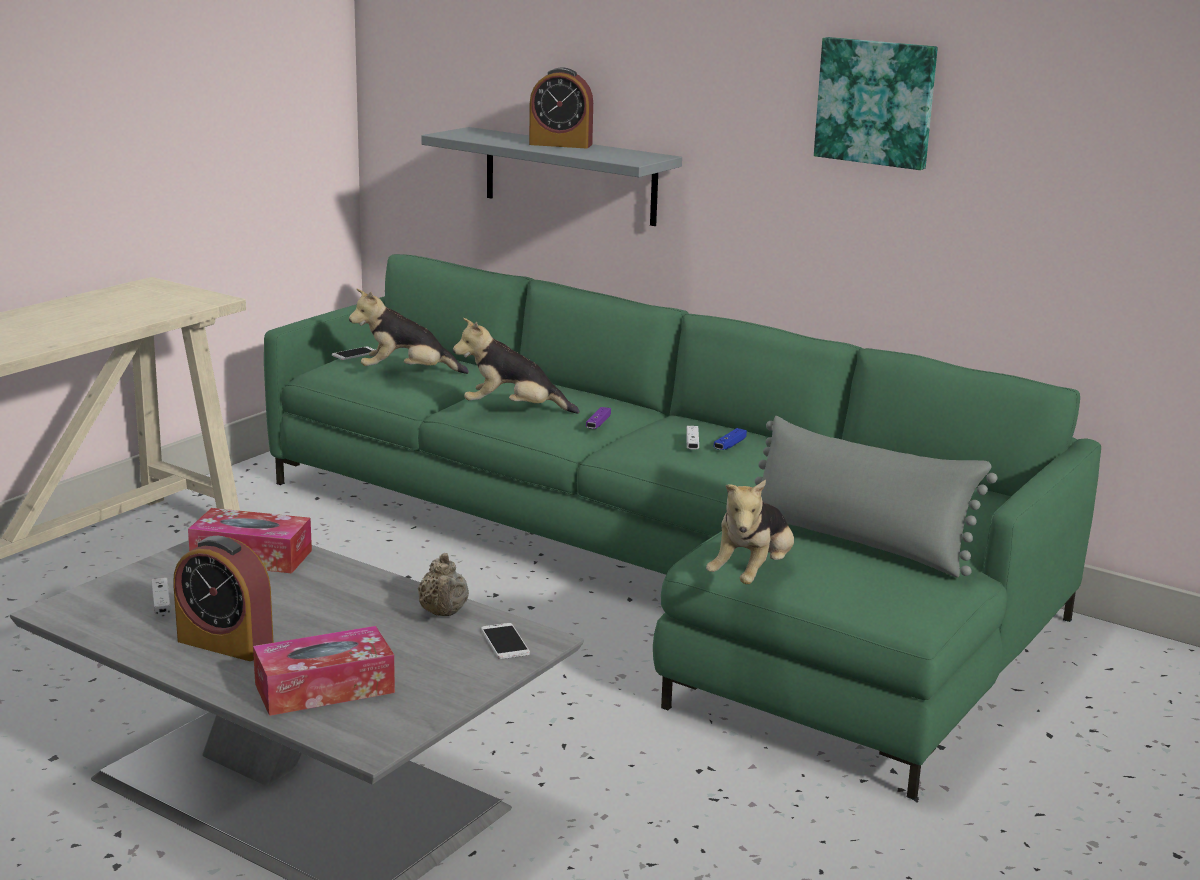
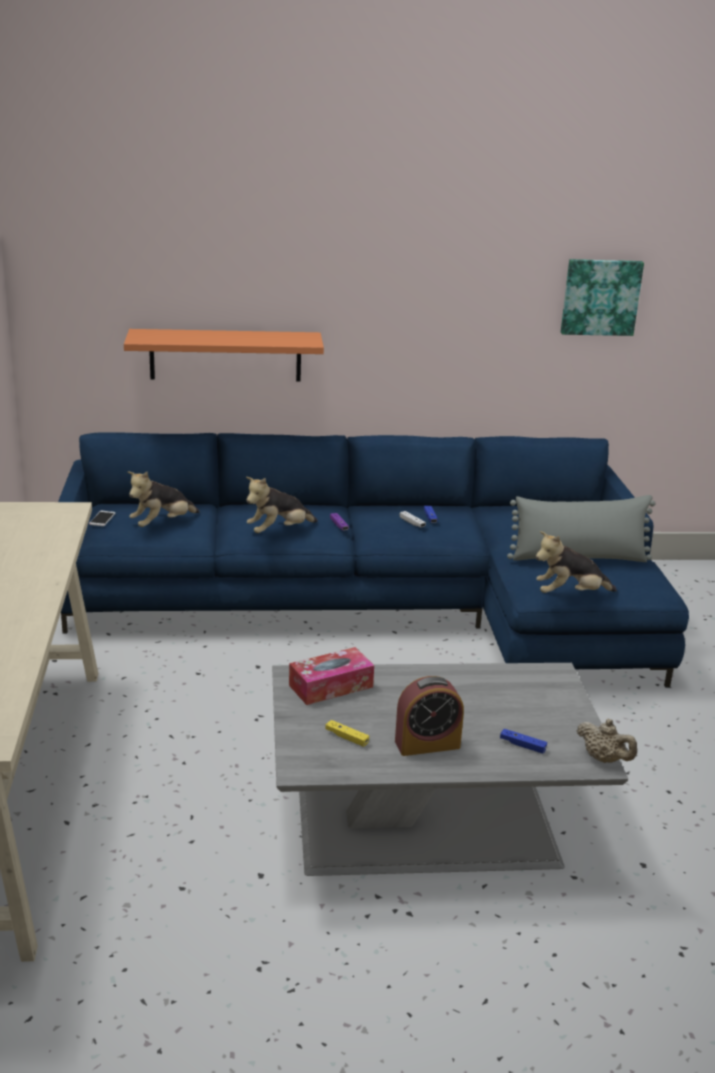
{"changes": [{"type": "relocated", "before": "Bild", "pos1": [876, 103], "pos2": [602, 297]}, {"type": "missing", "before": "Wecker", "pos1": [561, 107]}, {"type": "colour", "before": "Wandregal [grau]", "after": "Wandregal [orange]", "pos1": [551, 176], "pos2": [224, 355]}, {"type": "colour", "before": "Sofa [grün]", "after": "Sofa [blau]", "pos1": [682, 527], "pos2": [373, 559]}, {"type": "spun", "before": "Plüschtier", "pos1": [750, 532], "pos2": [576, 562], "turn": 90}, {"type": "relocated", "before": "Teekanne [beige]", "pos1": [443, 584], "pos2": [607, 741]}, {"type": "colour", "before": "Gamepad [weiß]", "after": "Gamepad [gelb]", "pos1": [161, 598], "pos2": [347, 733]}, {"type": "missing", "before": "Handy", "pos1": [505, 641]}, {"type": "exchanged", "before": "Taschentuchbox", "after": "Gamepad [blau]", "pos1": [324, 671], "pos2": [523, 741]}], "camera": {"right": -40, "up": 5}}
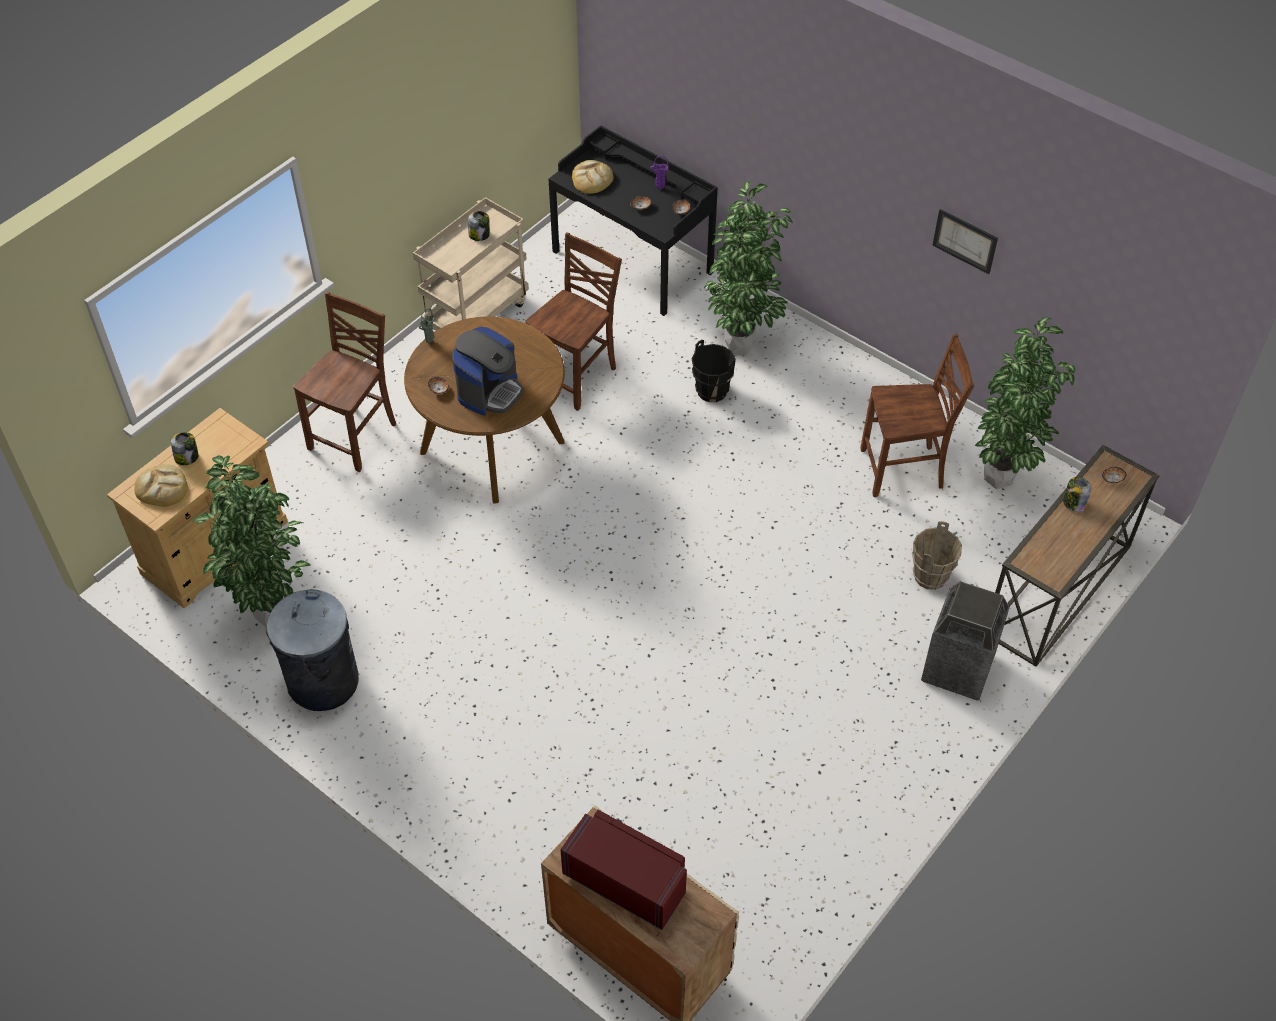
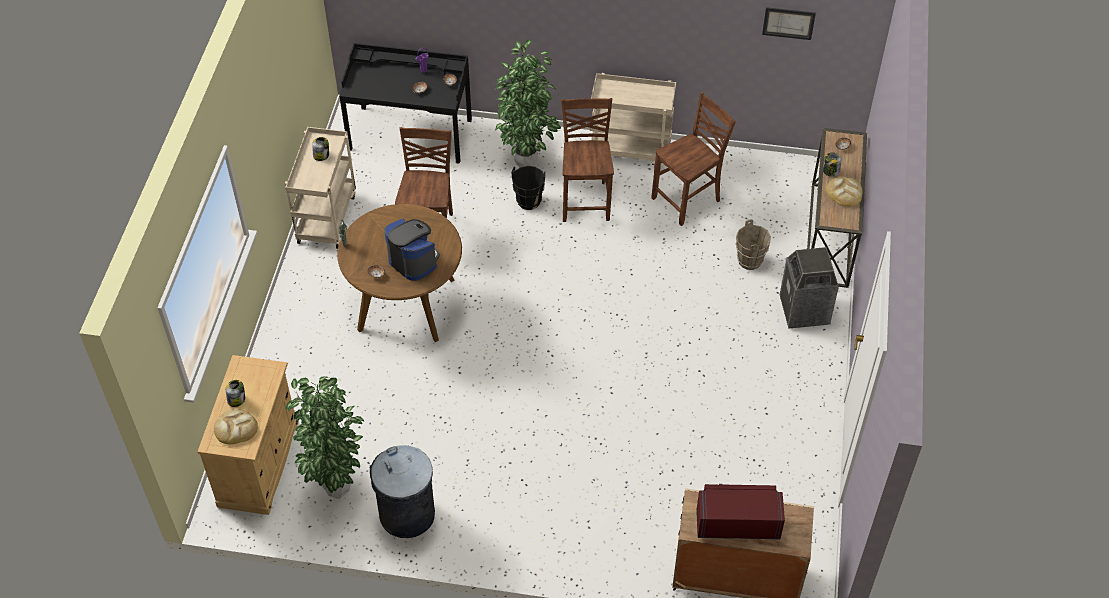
{"changes": [{"type": "relocated", "before": "Brot", "pos1": [592, 177], "pos2": [844, 192]}, {"type": "relocated", "before": "Bild", "pos1": [965, 241], "pos2": [789, 23]}, {"type": "relocated", "before": "Stuhl [braun]", "pos1": [344, 382], "pos2": [587, 160]}, {"type": "missing", "before": "Topfpflanze", "pos1": [1025, 403]}, {"type": "spun", "before": "Kaffeemaschine", "pos1": [488, 371], "pos2": [412, 249], "turn": -45}, {"type": "appeared", "after": "Rollwagen [beige]", "pos2": [633, 120]}], "camera": {"right": -30, "up": 0}}
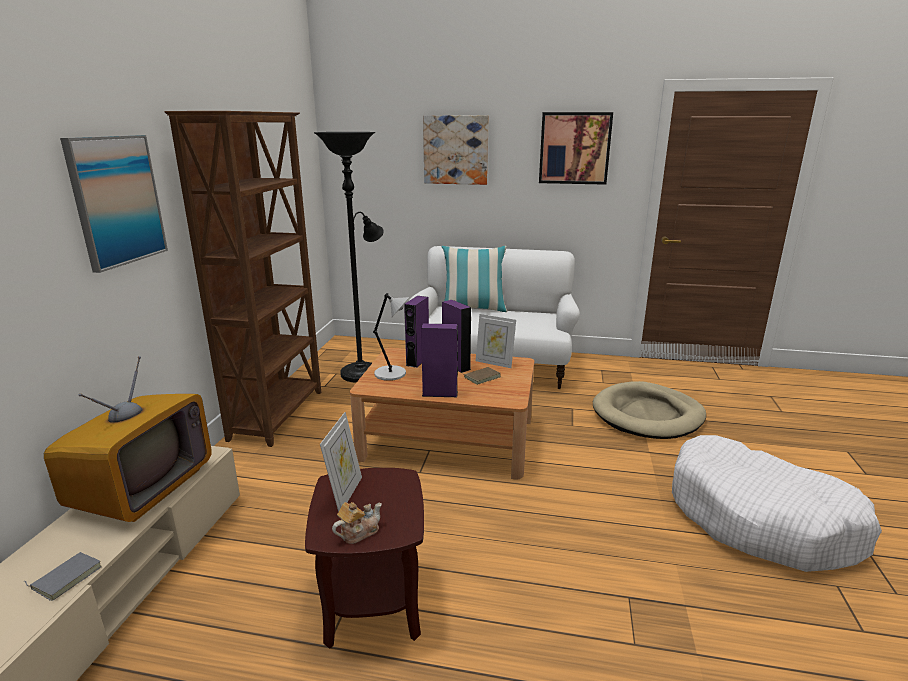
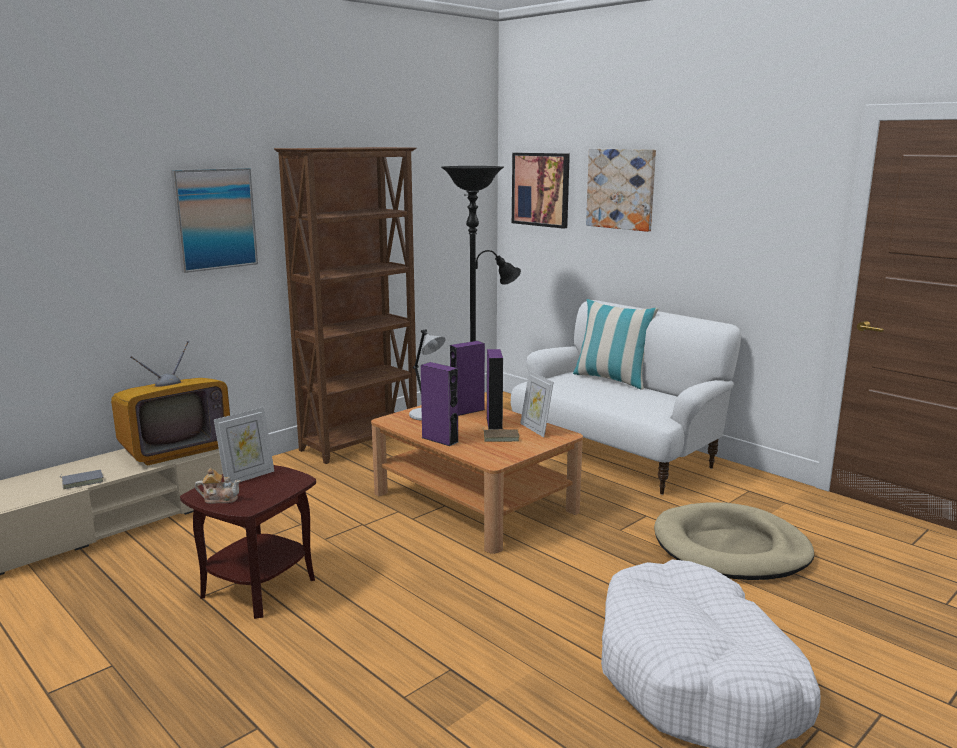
{"changes": [{"type": "relocated", "before": "Bild", "pos1": [576, 148], "pos2": [541, 191]}], "camera": {"right": 35, "up": -5}}
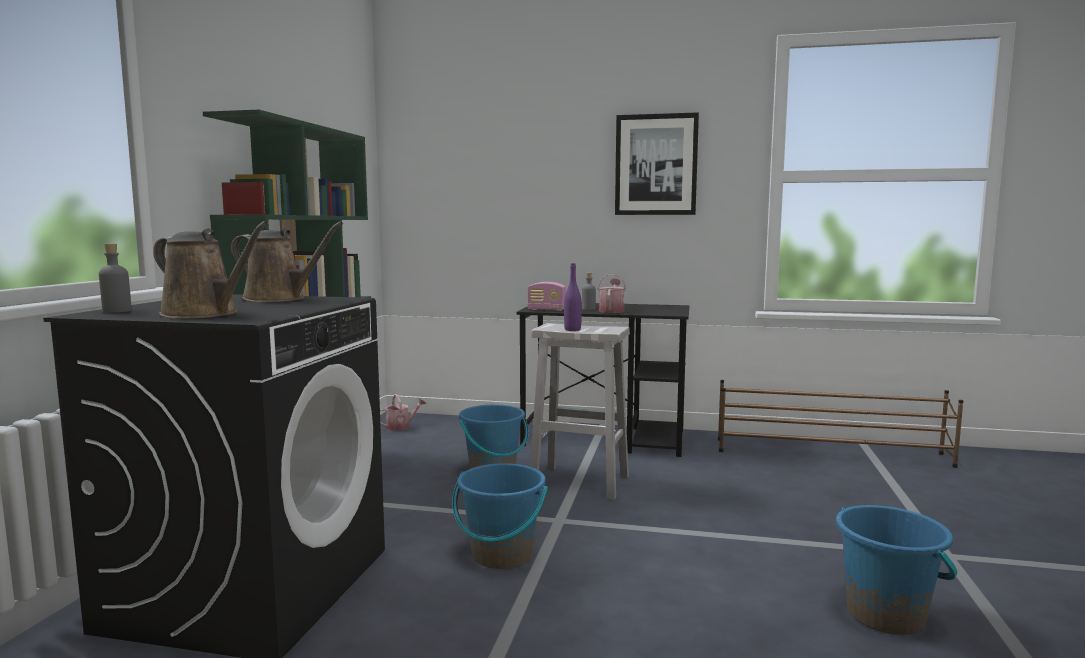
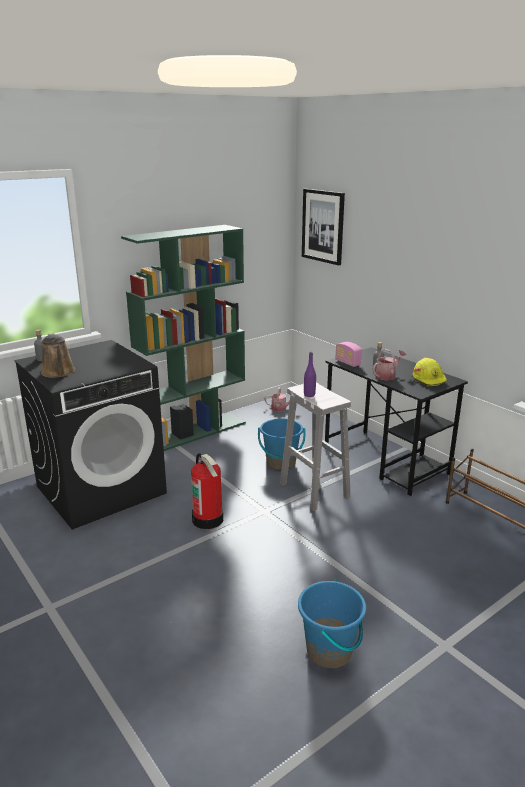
{"changes": [{"type": "relocated", "before": "Bild", "pos1": [657, 163], "pos2": [323, 227]}, {"type": "missing", "before": "Gießkanne [braun]", "pos1": [287, 261]}, {"type": "exchanged", "before": "Eimer [blau]", "after": "Feuerlöscher", "pos1": [500, 516], "pos2": [207, 491]}, {"type": "appeared", "after": "Schutzhelm [gelb]", "pos2": [430, 372]}], "camera": {"right": 40, "up": 15}}
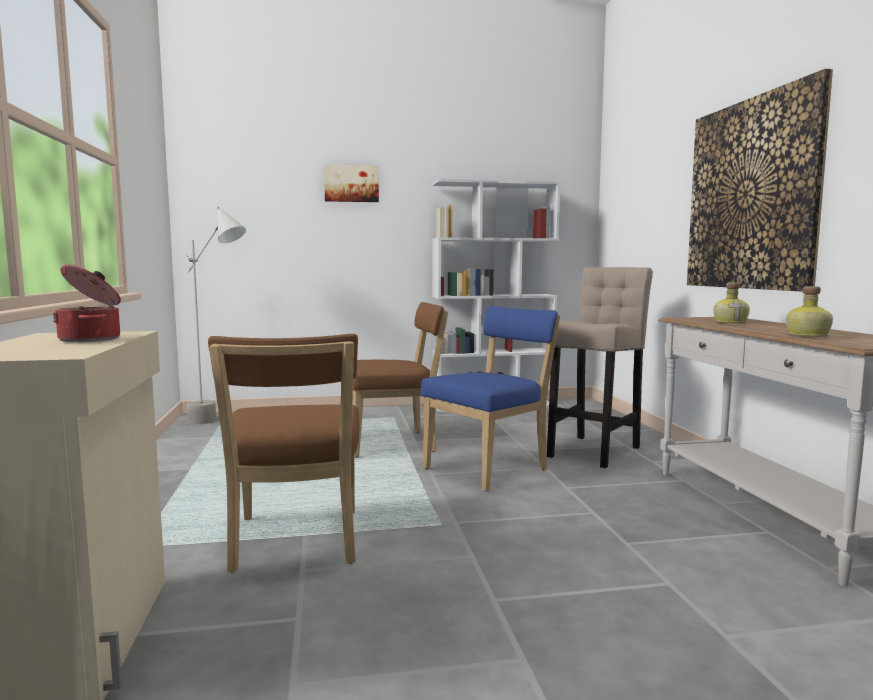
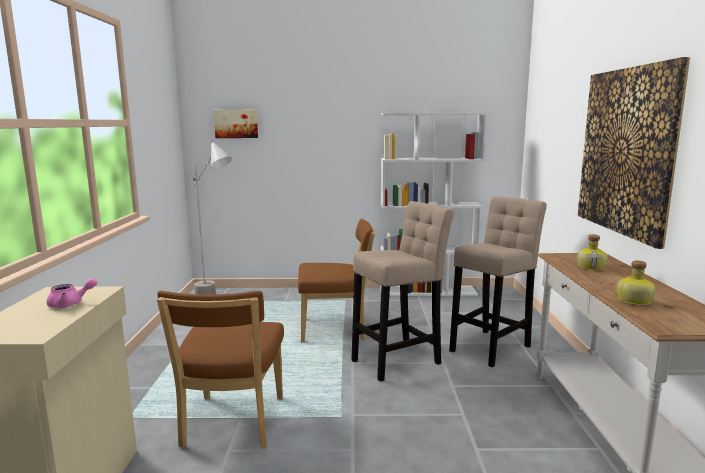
{"changes": [{"type": "relocated", "before": "Bild", "pos1": [351, 183], "pos2": [236, 124]}, {"type": "exchanged", "before": "Kochtopf", "after": "Teekanne [rosa]", "pos1": [87, 303], "pos2": [71, 293]}, {"type": "exchanged", "before": "Stuhl [blau]", "after": "Hocker [beige]", "pos1": [490, 398], "pos2": [402, 291]}], "camera": {"right": 10, "up": 5}}
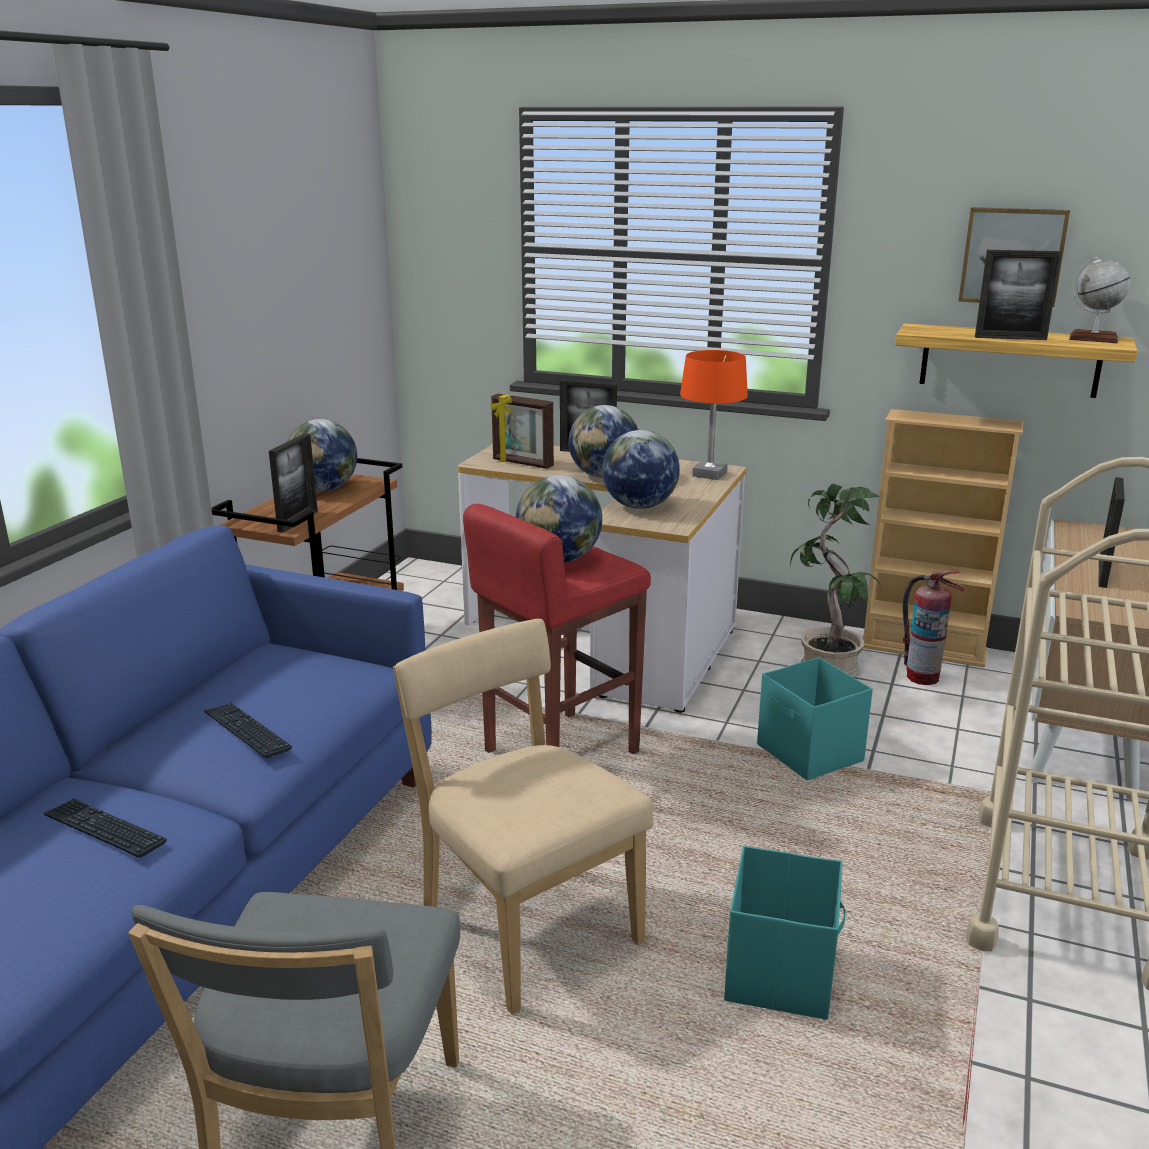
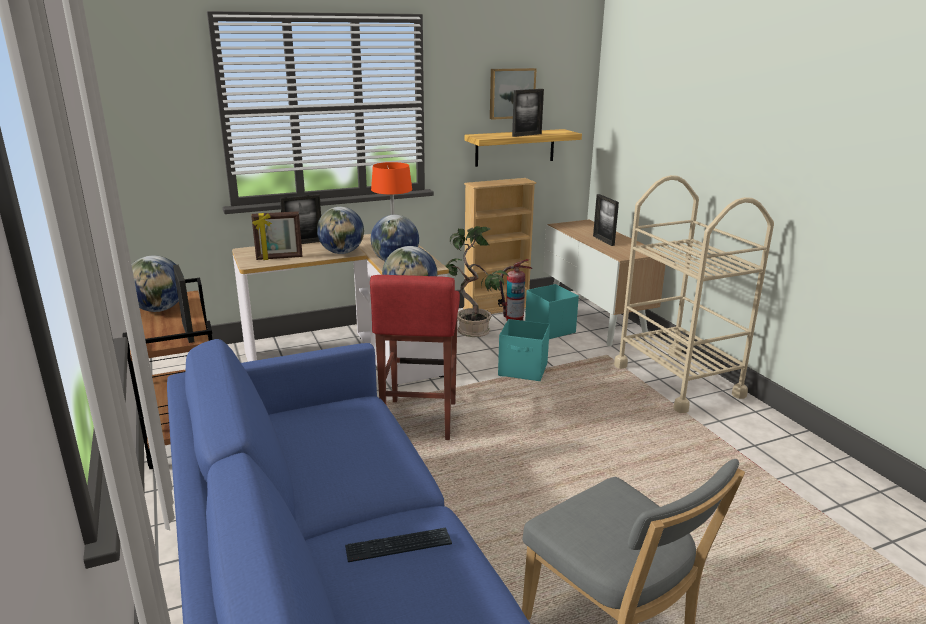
{"changes": [{"type": "missing", "before": "Globus", "pos1": [1100, 299]}, {"type": "missing", "before": "Stuhl [beige]", "pos1": [523, 817]}, {"type": "missing", "before": "Tastatur", "pos1": [248, 730]}, {"type": "relocated", "before": "Aufbewahrungsbox [türkis]", "pos1": [785, 933], "pos2": [552, 311]}], "camera": {"right": -45, "up": 0}}
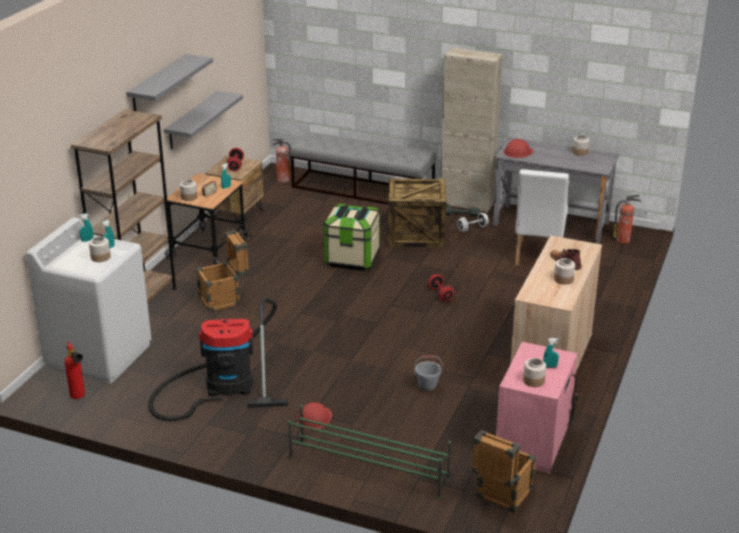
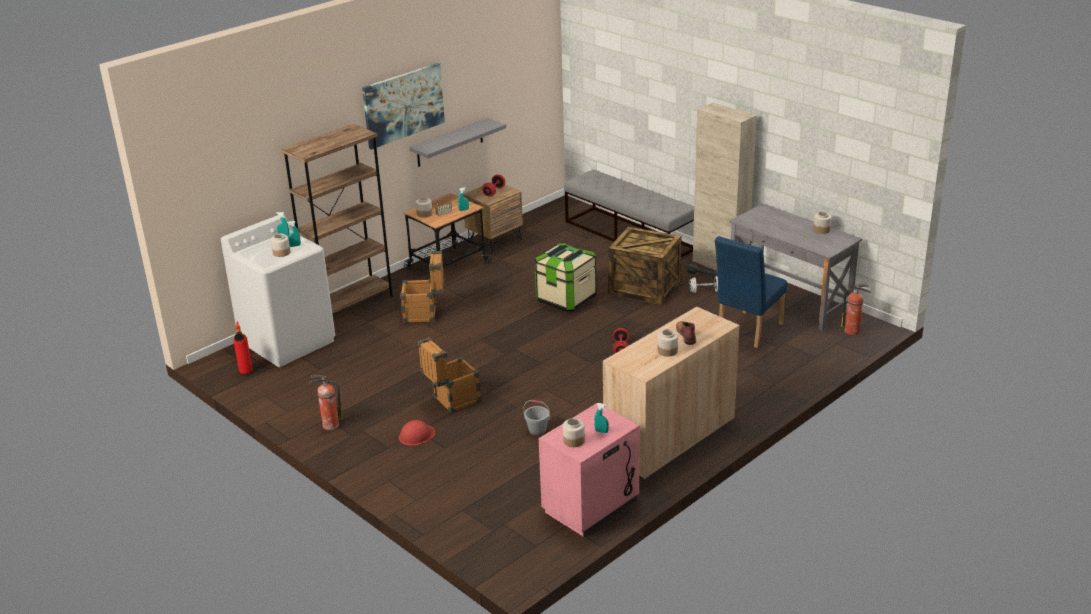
{"changes": [{"type": "exchanged", "before": "Wandregal [grau]", "after": "Bild", "pos1": [169, 82], "pos2": [403, 106]}, {"type": "relocated", "before": "Feuerlöscher", "pos1": [281, 161], "pos2": [326, 403]}, {"type": "missing", "before": "Schutzhelm [rot]", "pos1": [519, 148]}, {"type": "colour", "before": "Stuhl [weiß]", "after": "Stuhl [blau]", "pos1": [542, 217], "pos2": [751, 292]}, {"type": "missing", "before": "Staubsauger", "pos1": [218, 359]}, {"type": "missing", "before": "Schuhregal [grün]", "pos1": [369, 452]}, {"type": "relocated", "before": "Kiste", "pos1": [504, 471], "pos2": [449, 375]}], "camera": {"right": 25, "up": 0}}
